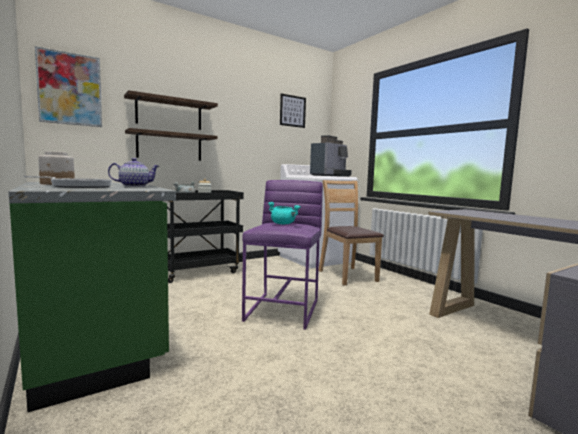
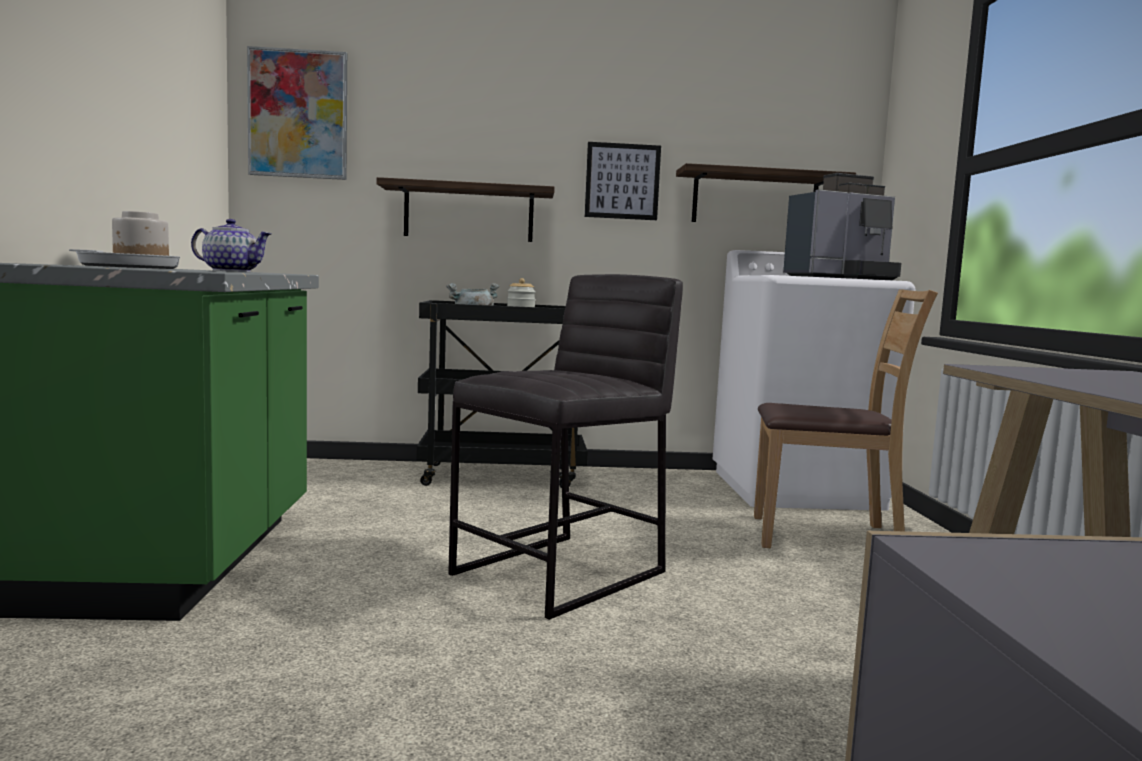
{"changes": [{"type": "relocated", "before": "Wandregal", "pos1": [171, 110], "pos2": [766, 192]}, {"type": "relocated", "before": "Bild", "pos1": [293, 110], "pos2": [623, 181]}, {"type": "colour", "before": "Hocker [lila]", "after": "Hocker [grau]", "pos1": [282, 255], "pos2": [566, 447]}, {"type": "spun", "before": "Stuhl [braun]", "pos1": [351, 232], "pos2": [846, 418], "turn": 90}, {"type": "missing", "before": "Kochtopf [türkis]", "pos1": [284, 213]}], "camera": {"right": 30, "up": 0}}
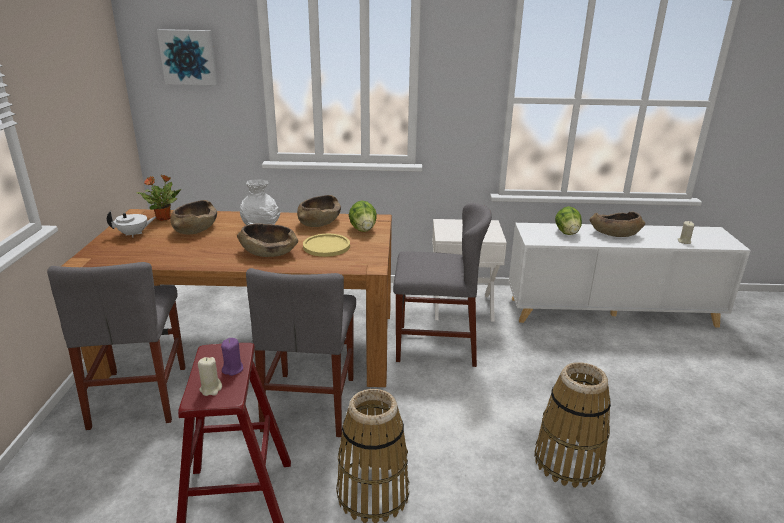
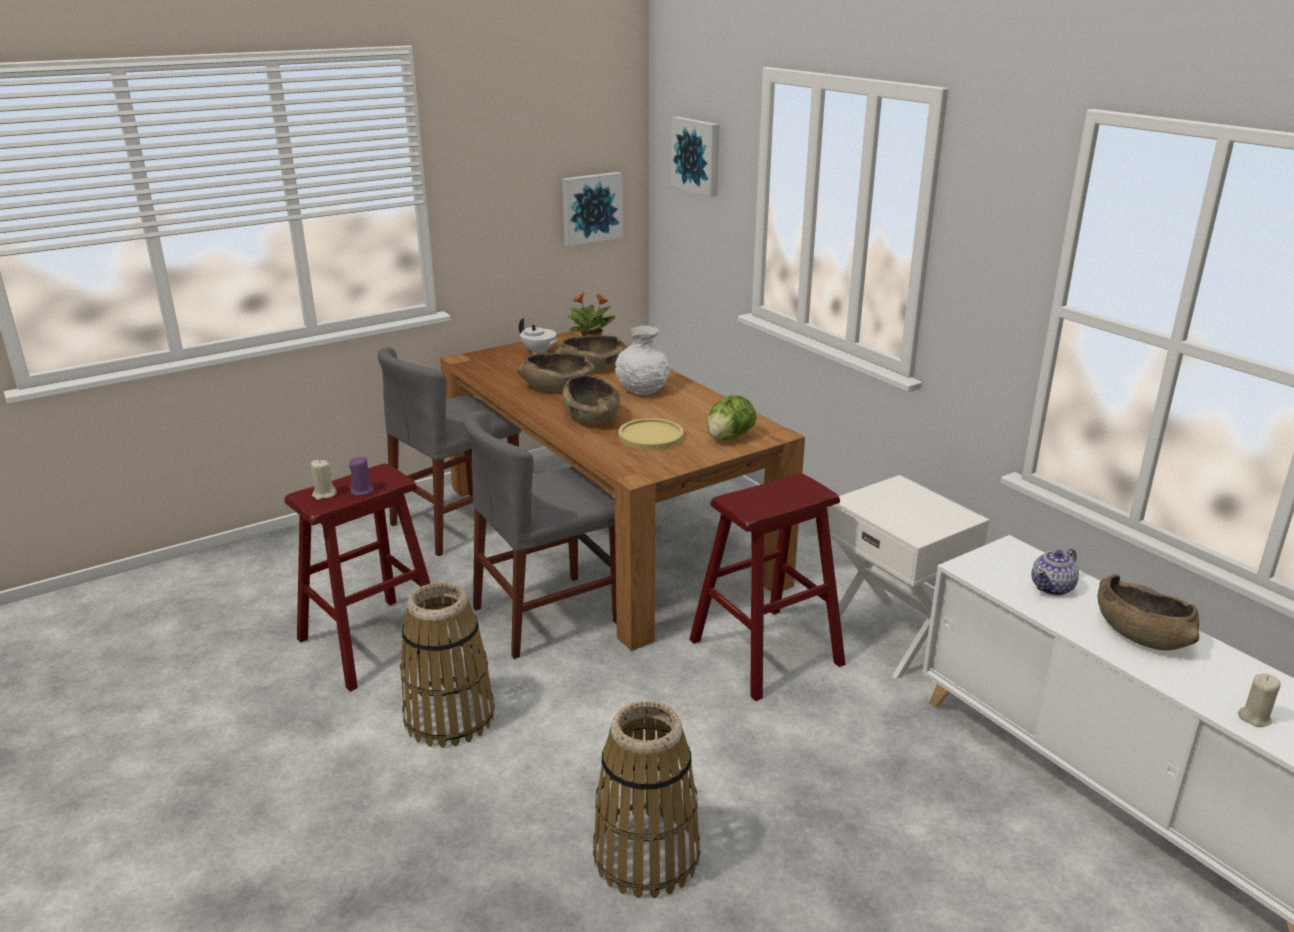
{"changes": [{"type": "relocated", "before": "Schüssel [braun]", "pos1": [319, 211], "pos2": [556, 372]}, {"type": "exchanged", "before": "Stuhl [grau]", "after": "Hocker [rot]", "pos1": [442, 285], "pos2": [767, 587]}, {"type": "exchanged", "before": "Salatkopf", "after": "Teekanne", "pos1": [568, 220], "pos2": [1055, 572]}, {"type": "appeared", "after": "Bild", "pos2": [592, 209]}], "camera": {"right": 55, "up": 0}}
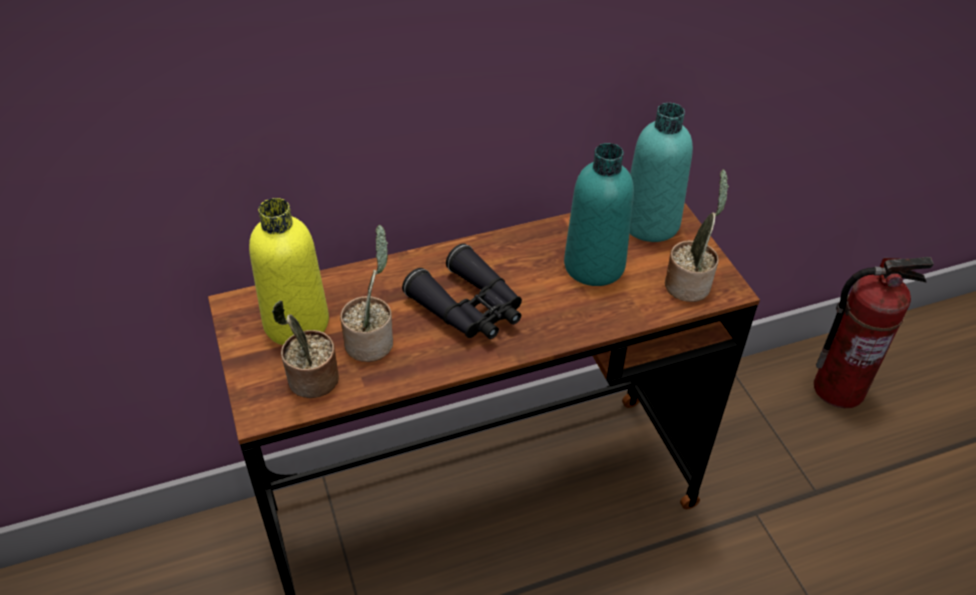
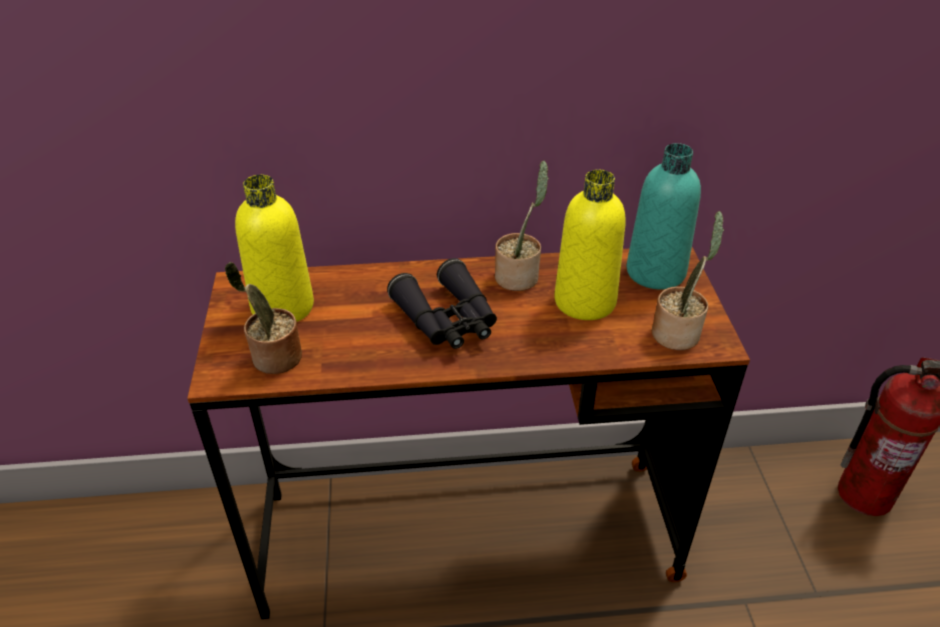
{"changes": [{"type": "colour", "before": "Flasche [türkis]", "after": "Flasche [gelb]", "pos1": [599, 214], "pos2": [590, 245]}, {"type": "relocated", "before": "Topfpflanze", "pos1": [366, 293], "pos2": [522, 226]}], "camera": {"right": 15, "up": -5}}
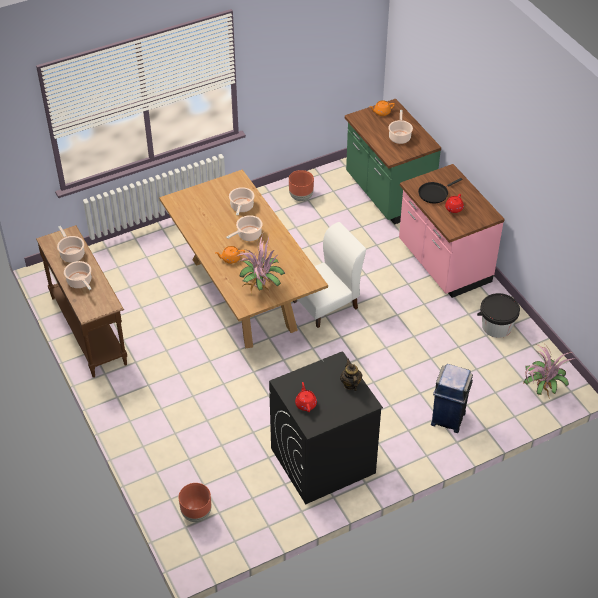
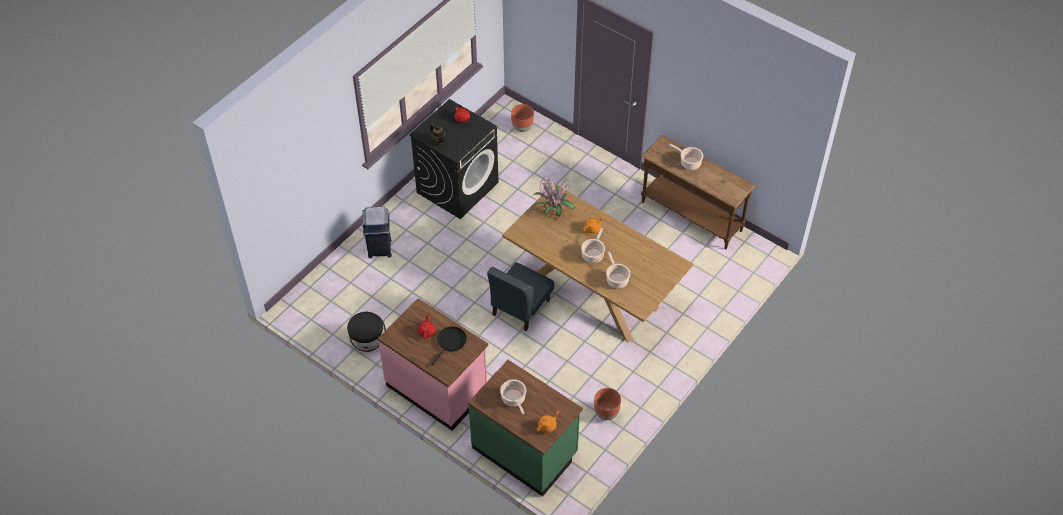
{"changes": [{"type": "colour", "before": "Stuhl [weiß]", "after": "Stuhl [blau]", "pos1": [329, 275], "pos2": [520, 296]}, {"type": "missing", "before": "Kochtopf", "pos1": [71, 244]}, {"type": "missing", "before": "Topfpflanze", "pos1": [549, 371]}], "camera": {"right": 155, "up": 5}}
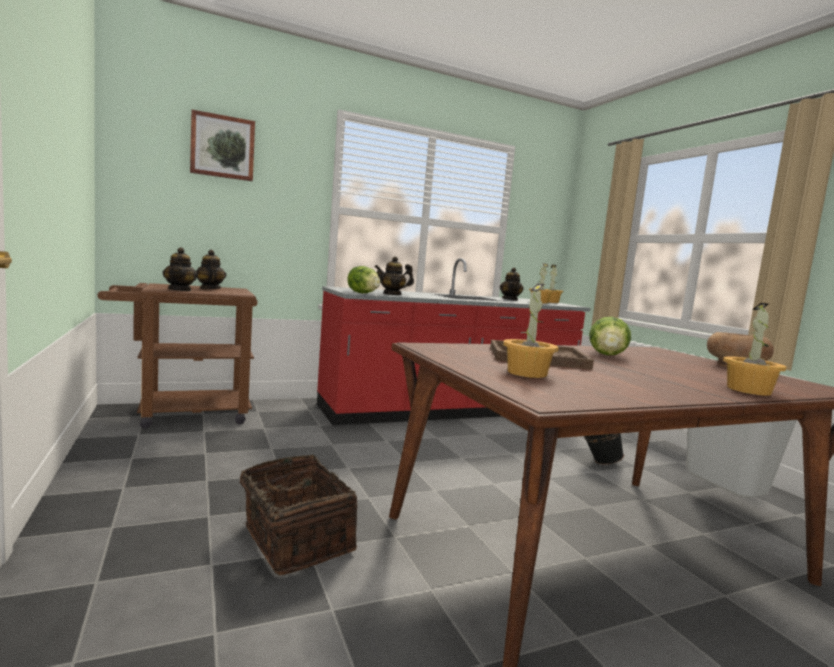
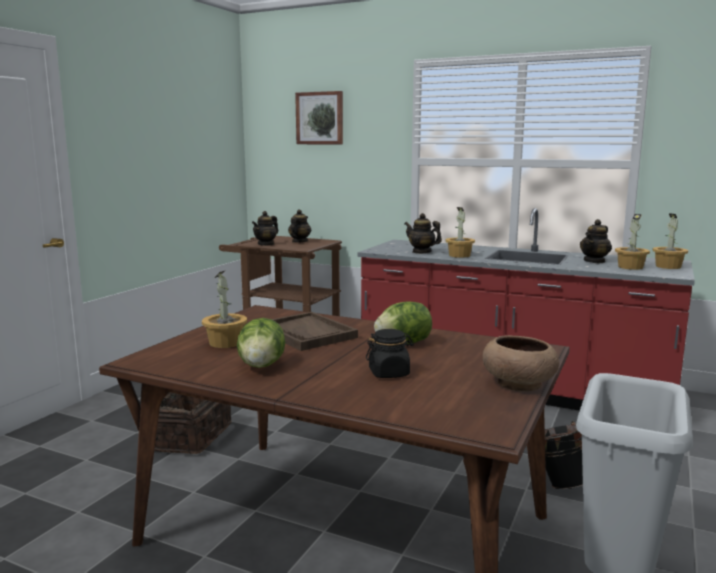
{"changes": [{"type": "relocated", "before": "Salatkopf", "pos1": [364, 279], "pos2": [261, 343]}, {"type": "relocated", "before": "Topfpflanze", "pos1": [755, 349], "pos2": [460, 232]}, {"type": "appeared", "after": "Vorratsglas [schwarz]", "pos2": [390, 353]}], "camera": {"right": 50, "up": 5}}
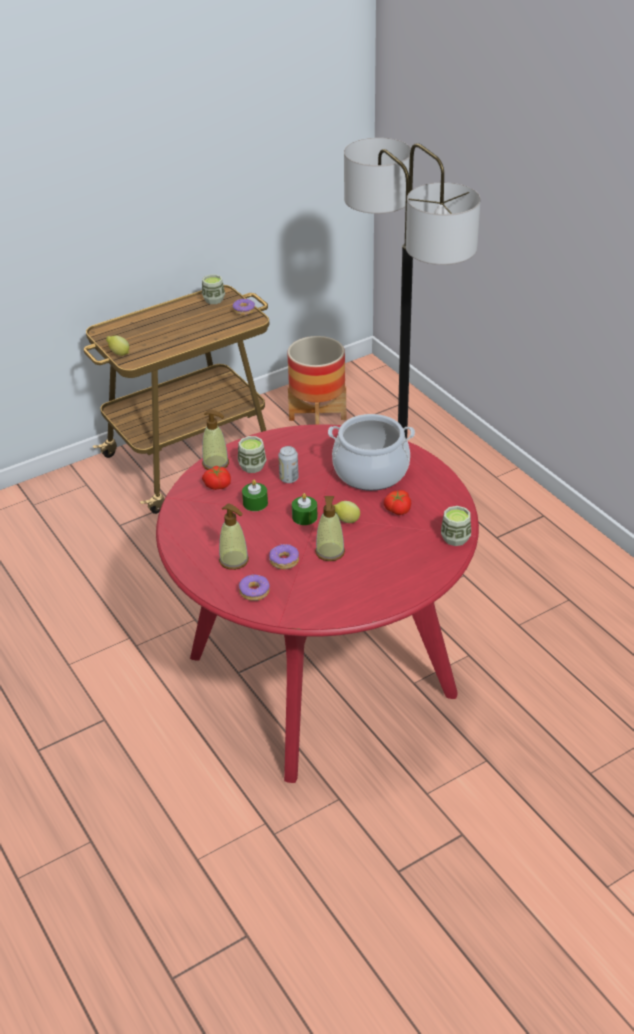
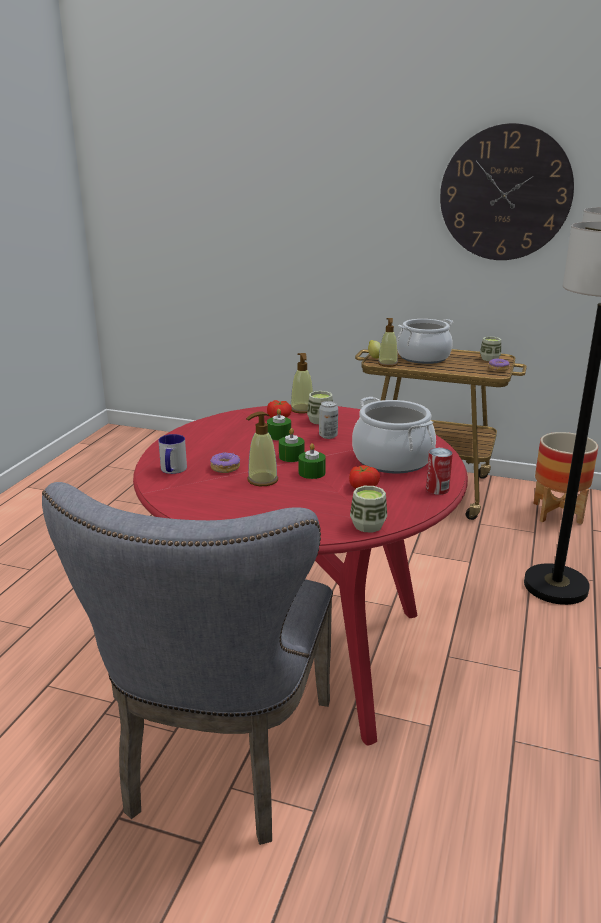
{"changes": [{"type": "exchanged", "before": "Zitrone", "after": "Kerze [grün]", "pos1": [347, 512], "pos2": [312, 461]}, {"type": "relocated", "before": "Seifenspender", "pos1": [234, 537], "pos2": [388, 342]}, {"type": "exchanged", "before": "Donut", "after": "Henkelbecher", "pos1": [254, 588], "pos2": [172, 454]}, {"type": "appeared", "after": "Wanduhr", "pos2": [507, 191]}, {"type": "appeared", "after": "Kochtopf", "pos2": [425, 341]}, {"type": "appeared", "after": "Dose", "pos2": [439, 471]}, {"type": "appeared", "after": "Stuhl [grau]", "pos2": [187, 663]}], "camera": {"right": 50, "up": -15}}
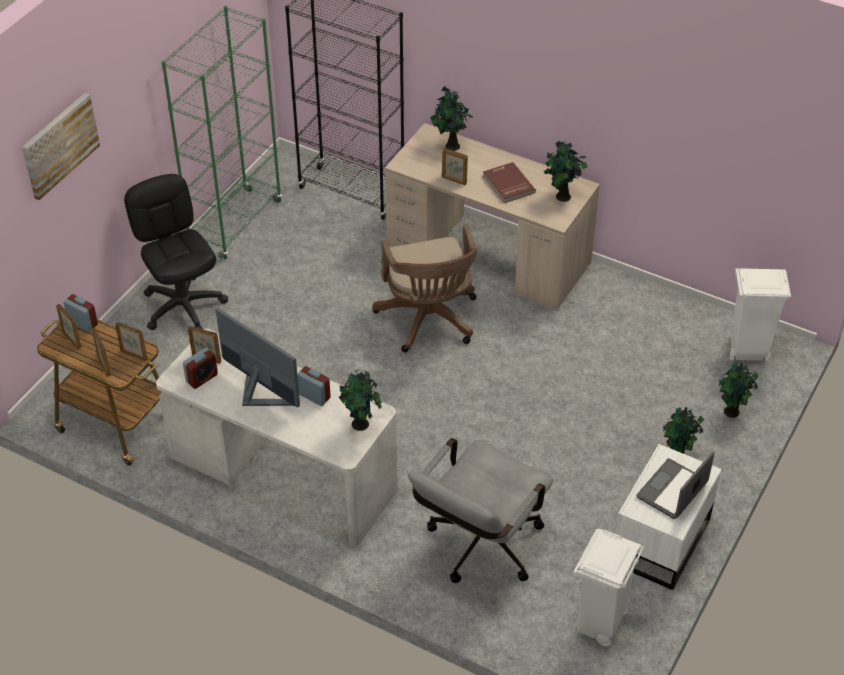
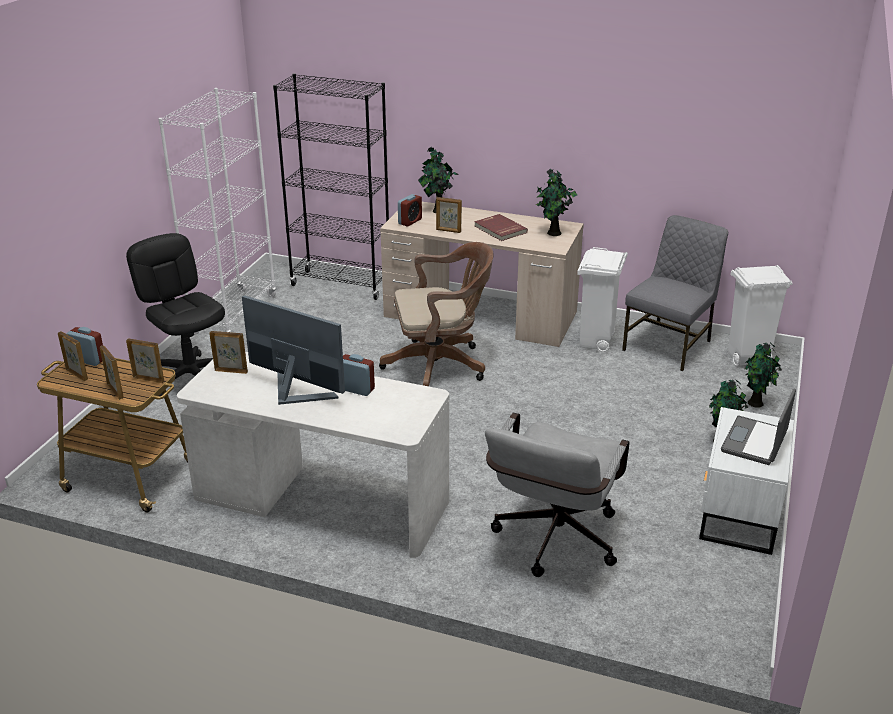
{"changes": [{"type": "colour", "before": "Bücherregal [grün]", "after": "Bücherregal [weiß]", "pos1": [221, 133], "pos2": [217, 211]}, {"type": "missing", "before": "Bild", "pos1": [61, 146]}, {"type": "spun", "before": "Bürostuhl [braun]", "pos1": [424, 288], "pos2": [436, 314], "turn": -75}, {"type": "relocated", "before": "Wecker", "pos1": [200, 368], "pos2": [410, 210]}, {"type": "missing", "before": "Topfpflanze", "pos1": [360, 400]}, {"type": "relocated", "before": "Mülleimer [weiß]", "pos1": [609, 587], "pos2": [602, 299]}, {"type": "appeared", "after": "Stuhl [grau]", "pos2": [675, 293]}], "camera": {"right": -10, "up": -15}}
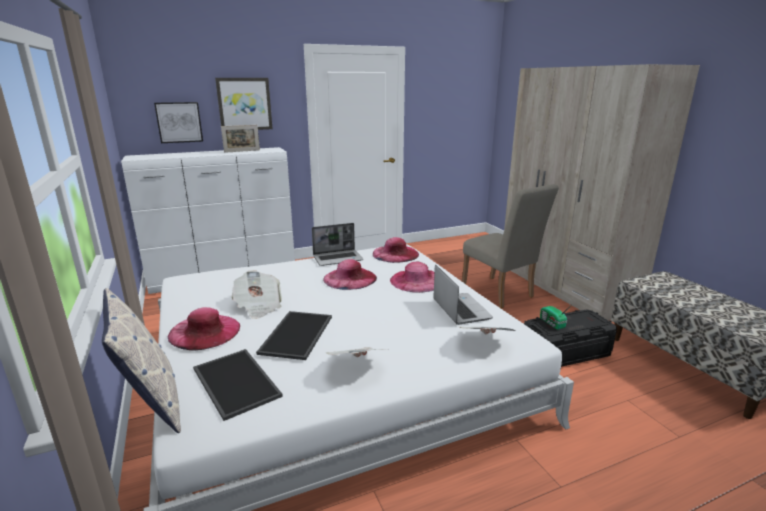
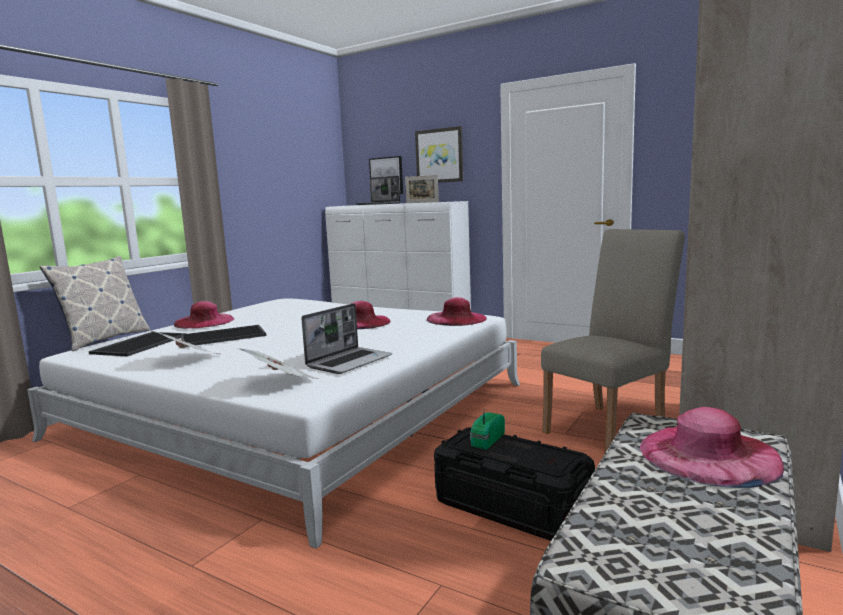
{"changes": [{"type": "spun", "before": "Stuhl [beige]", "pos1": [510, 246], "pos2": [613, 341], "turn": -150}, {"type": "relocated", "before": "Laptop", "pos1": [337, 244], "pos2": [377, 190]}, {"type": "relocated", "before": "Hut [rosa]", "pos1": [412, 277], "pos2": [712, 447]}, {"type": "missing", "before": "Zeitung", "pos1": [256, 294]}], "camera": {"right": 55, "up": -10}}
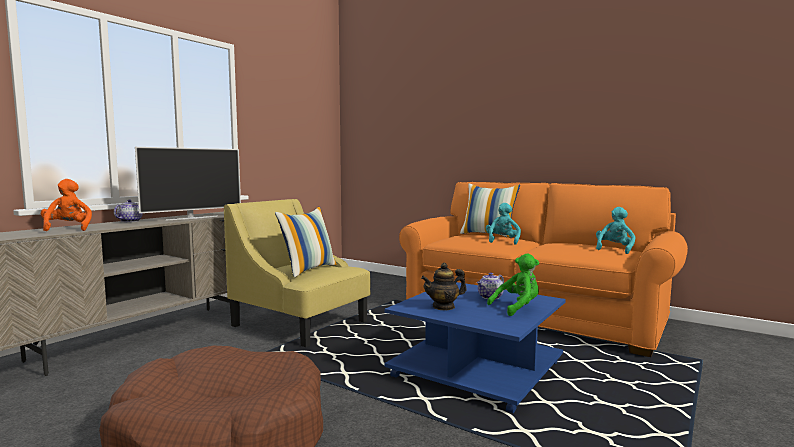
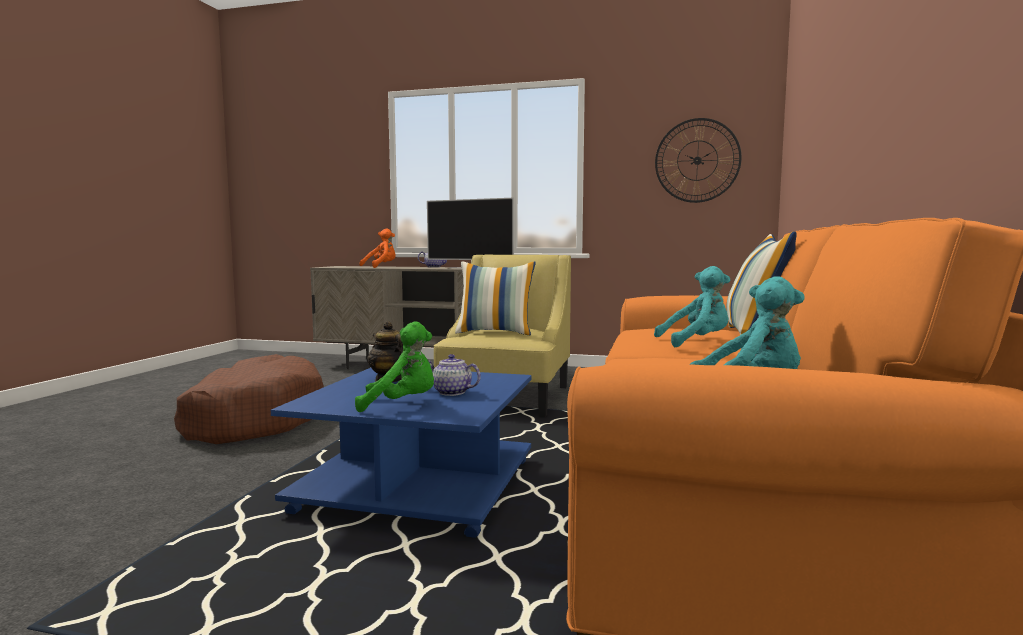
{"changes": [{"type": "spun", "before": "Plüschtier [grün]", "pos1": [513, 284], "pos2": [394, 367], "turn": -45}, {"type": "appeared", "after": "Wanduhr", "pos2": [698, 160]}], "camera": {"right": 70, "up": 0}}
